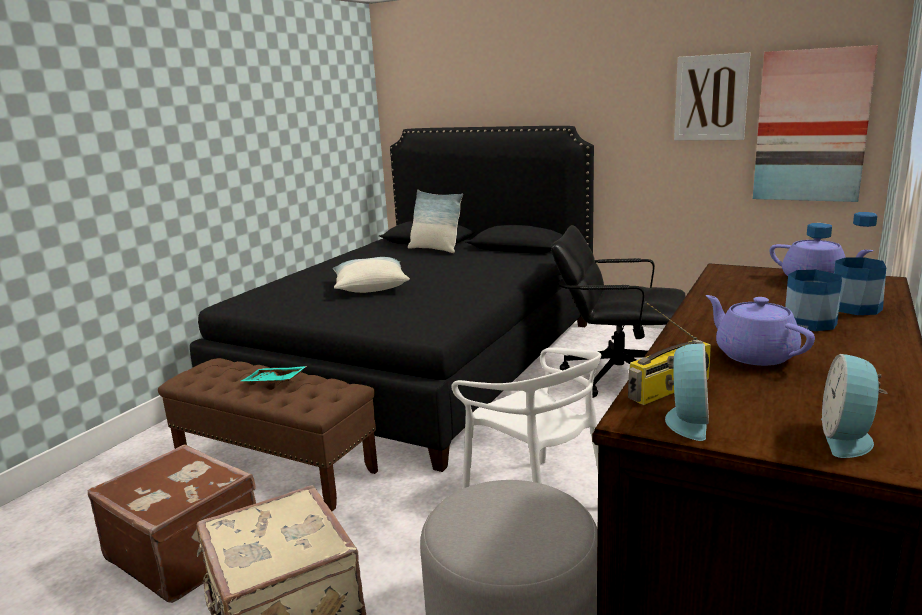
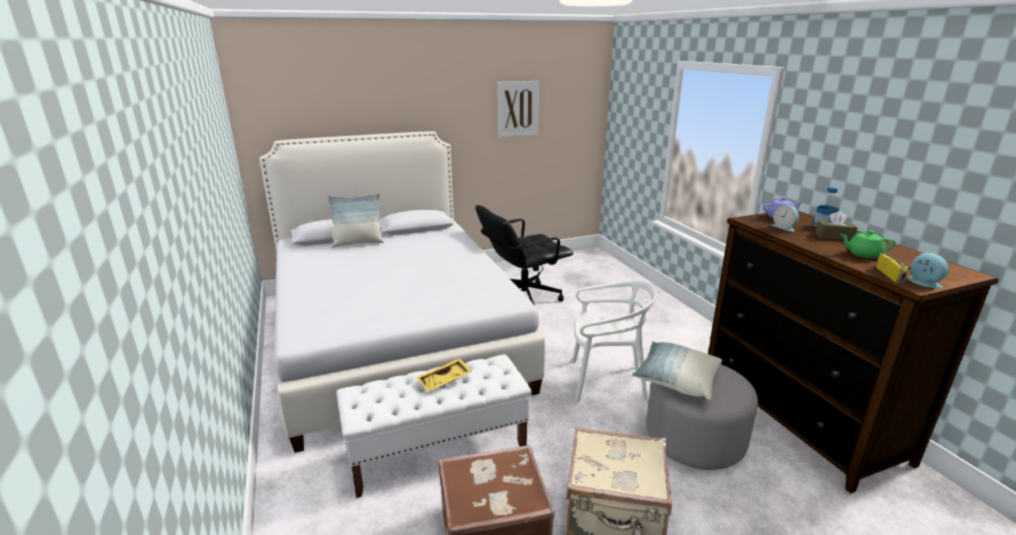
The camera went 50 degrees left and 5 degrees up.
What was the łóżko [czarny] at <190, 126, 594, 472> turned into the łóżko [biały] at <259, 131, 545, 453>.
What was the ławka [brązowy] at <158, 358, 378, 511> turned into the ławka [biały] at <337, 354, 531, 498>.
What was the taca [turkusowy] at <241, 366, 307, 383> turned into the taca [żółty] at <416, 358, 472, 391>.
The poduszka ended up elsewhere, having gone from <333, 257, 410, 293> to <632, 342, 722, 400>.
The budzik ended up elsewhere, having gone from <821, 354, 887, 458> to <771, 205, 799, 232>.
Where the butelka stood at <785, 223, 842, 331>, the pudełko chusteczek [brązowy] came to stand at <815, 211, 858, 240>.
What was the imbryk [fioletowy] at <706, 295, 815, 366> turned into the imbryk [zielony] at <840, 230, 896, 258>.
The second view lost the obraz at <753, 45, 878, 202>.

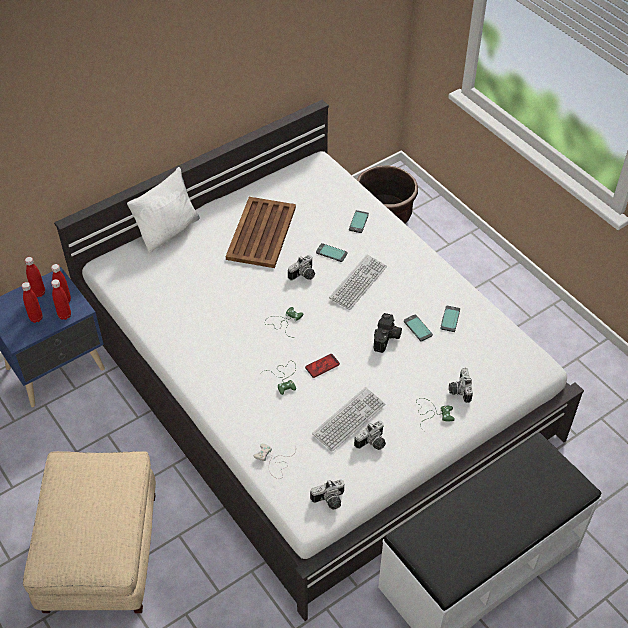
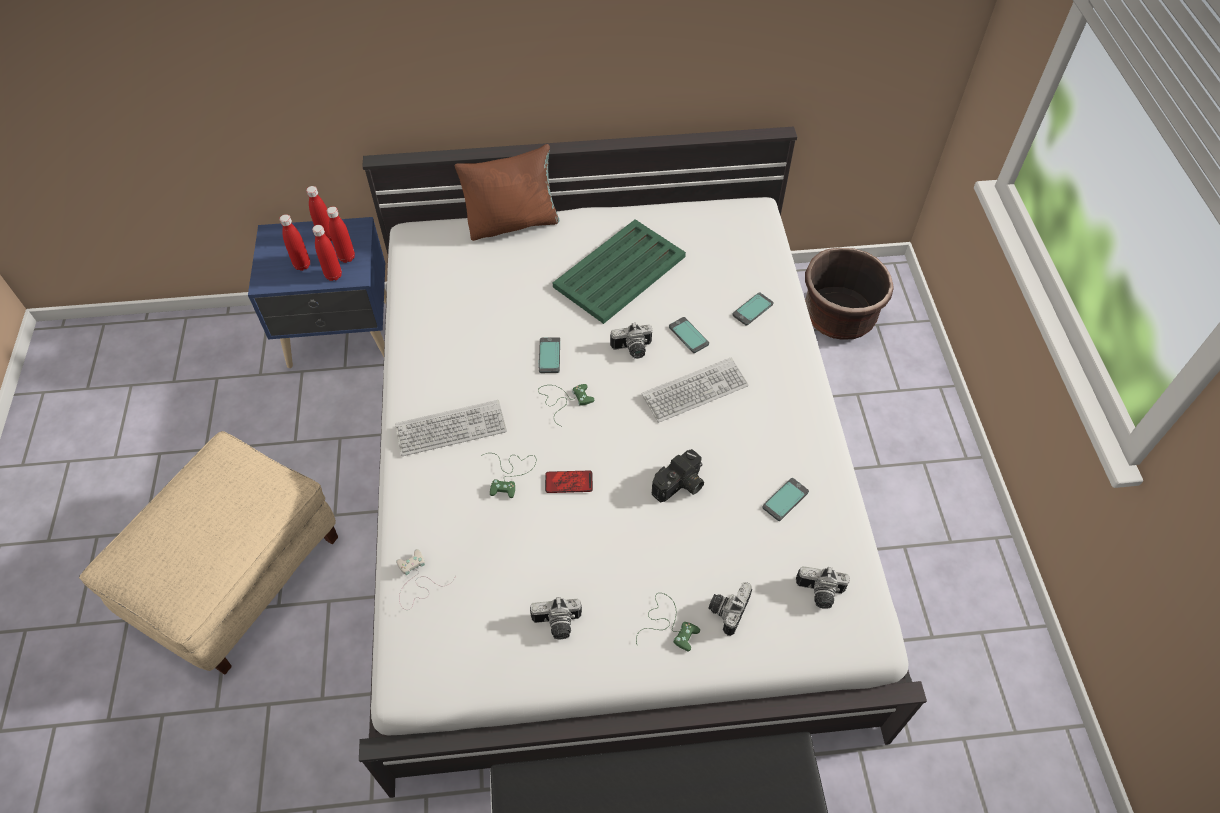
The camera went 30 degrees right and 5 degrees up.
The klawiatura ended up elsewhere, having gone from <312, 387, 385, 452> to <395, 400, 507, 456>.
What was the poduszka [biały] at <127, 167, 199, 253> turned into the poduszka [brązowy] at <455, 144, 559, 241>.
The telefon ended up elsewhere, having gone from <404, 314, 433, 341> to <538, 337, 560, 373>.
What was the taca [brązowy] at <225, 197, 296, 268> turned into the taca [zielony] at <553, 219, 686, 324>.
The aparat fotograficzny ended up elsewhere, having gone from <310, 480, 345, 509> to <796, 566, 850, 609>.

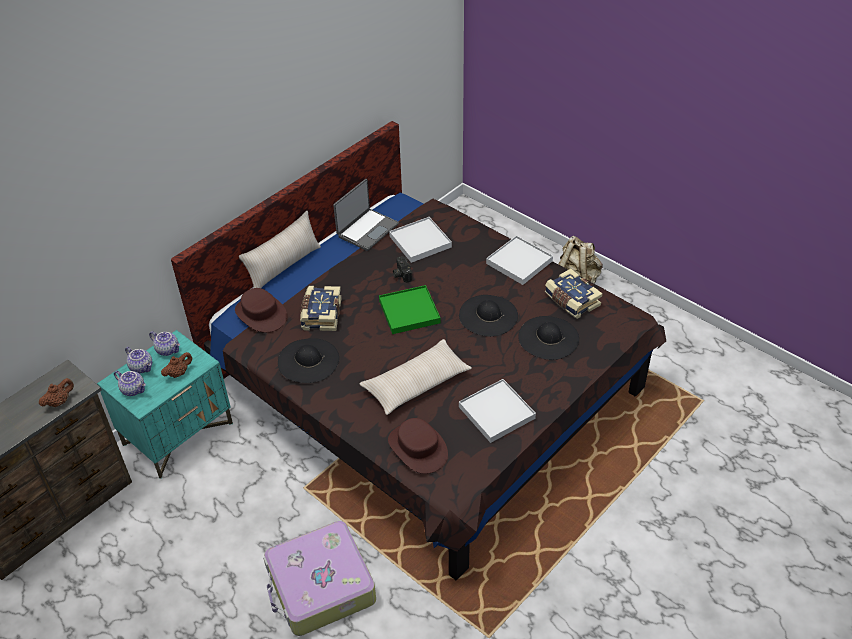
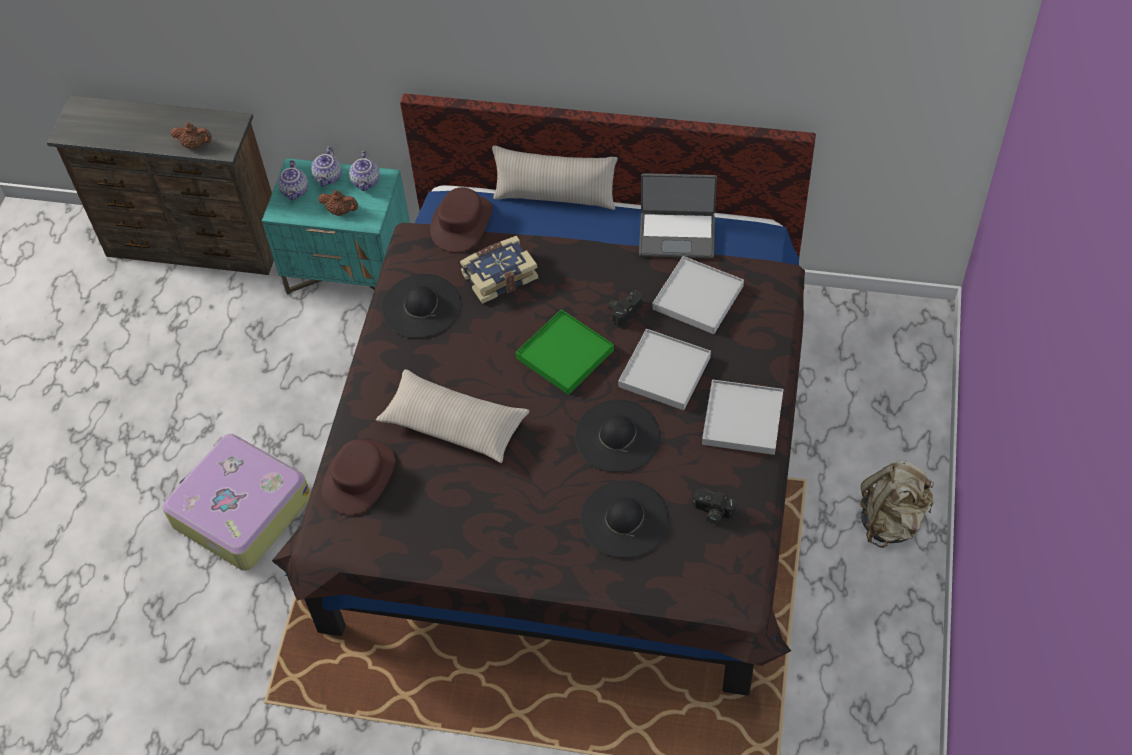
The camera went 60 degrees right and 10 degrees up.
The taca [biały] ended up elsewhere, having gone from <459, 379, 536, 443> to <618, 329, 711, 410>.
Where the książka stood at <545, 269, 603, 319>, the aparat fotograficzny came to stand at <693, 488, 737, 524>.

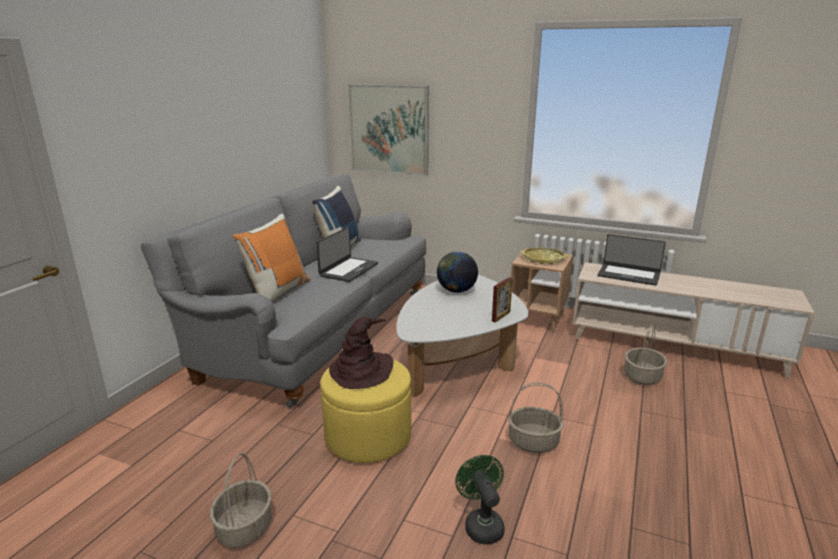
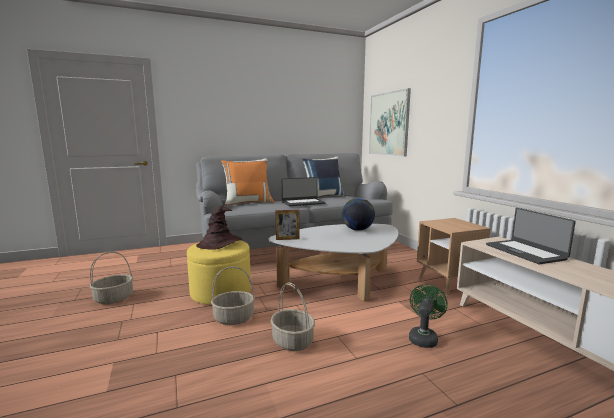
The camera went 45 degrees right and 10 degrees down.
The koszyk ended up elsewhere, having gone from <624, 324, 667, 385> to <211, 266, 255, 325>.
The ramka na zdjęcie ended up elsewhere, having gone from <492, 277, 513, 322> to <275, 210, 299, 240>.
The wentylator [zielony] ended up elsewhere, having gone from <455, 455, 505, 544> to <409, 284, 448, 348>.
The second view lost the taca [żółty] at <520, 247, 569, 265>.

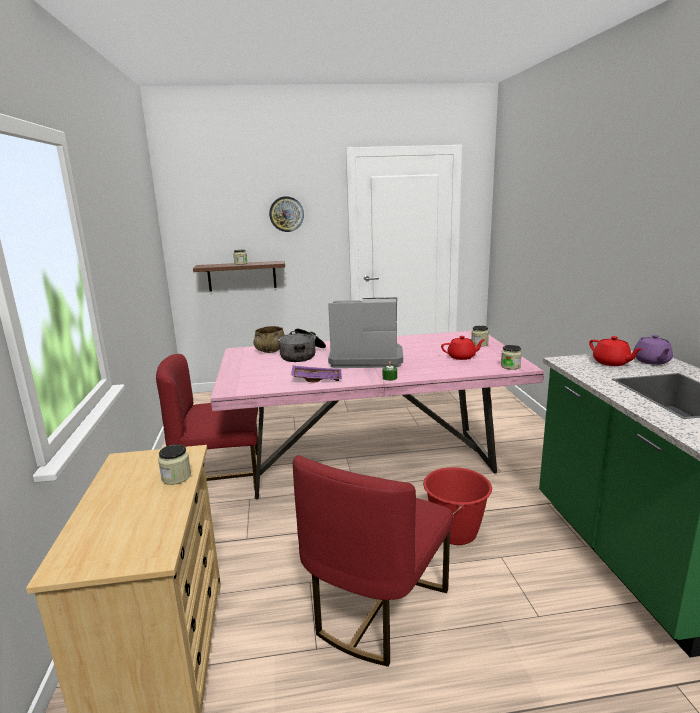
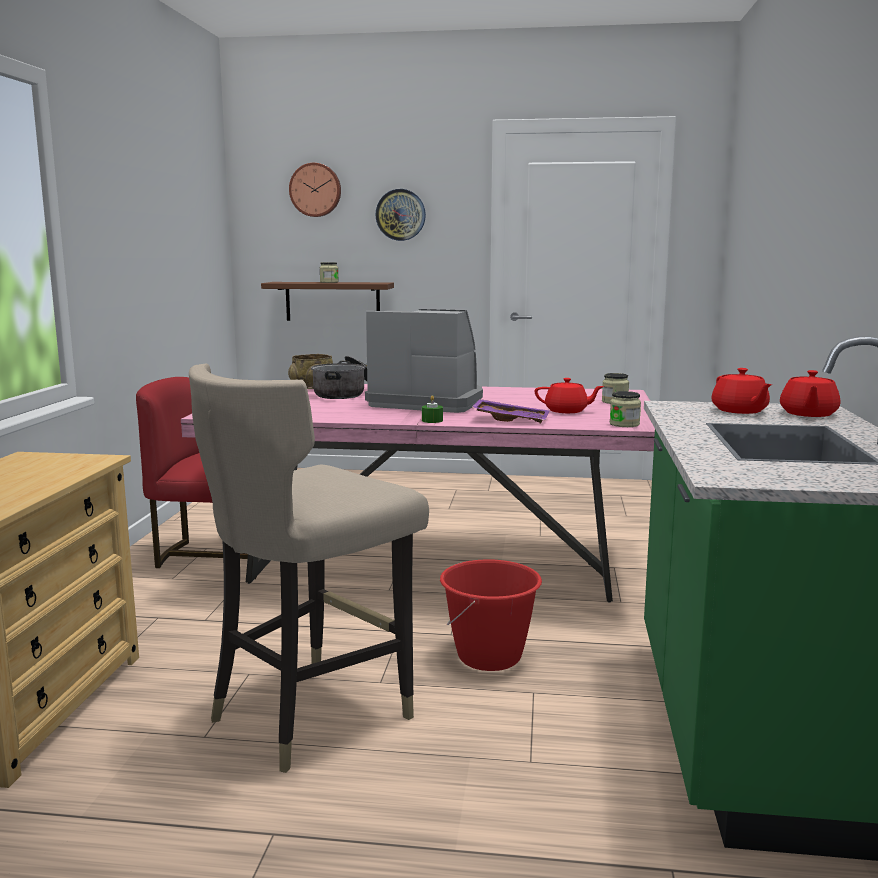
The camera went 15 degrees right and 5 degrees down.
Where the krzesło [czerwony] stood at <293, 455, 453, 667>, the stołek [beżowy] came to stand at <189, 363, 429, 773>.
The second view gained the zegar ścienny at <289, 163, 341, 217>.
The taca [fioletowy] ended up elsewhere, having gone from <291, 366, 342, 382> to <472, 399, 549, 424>.
What was the imbryk [fioletowy] at <633, 335, 673, 365> turned into the imbryk [czerwony] at <780, 370, 841, 417>.
The second view lost the słoik at <158, 444, 191, 485>.

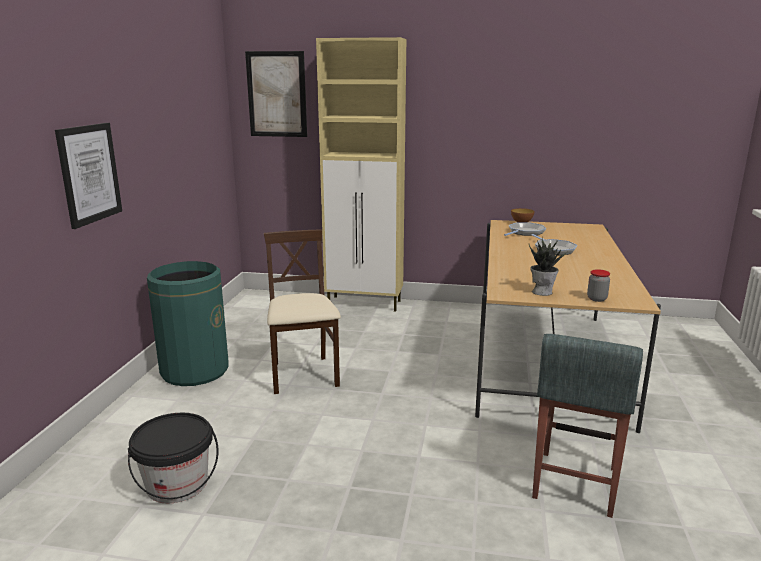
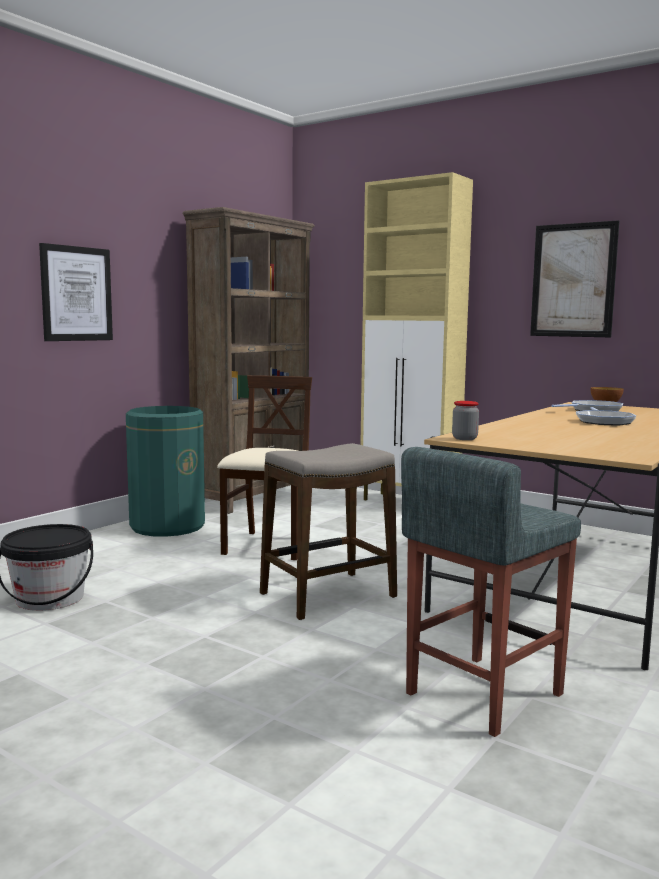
The camera went 25 degrees right and 10 degrees down.
The second view gained the regał [brązowy] at <183, 207, 315, 514>.
The second view gained the stołek at <260, 443, 397, 620>.
The słoik ended up elsewhere, having gone from <587, 269, 610, 302> to <452, 401, 479, 440>.
The obraz ended up elsewhere, having gone from <245, 51, 307, 137> to <530, 220, 619, 337>.
The second view lost the roślina doniczkowa at <529, 238, 566, 296>.

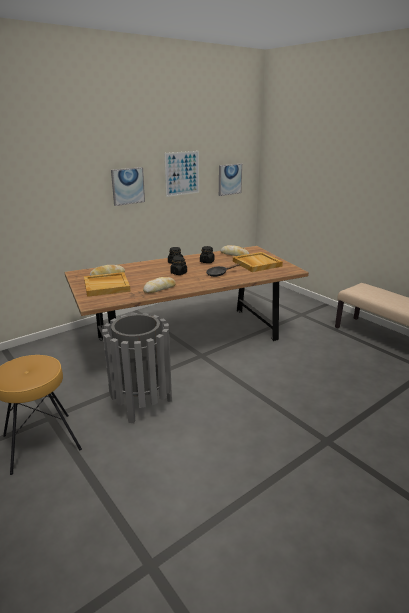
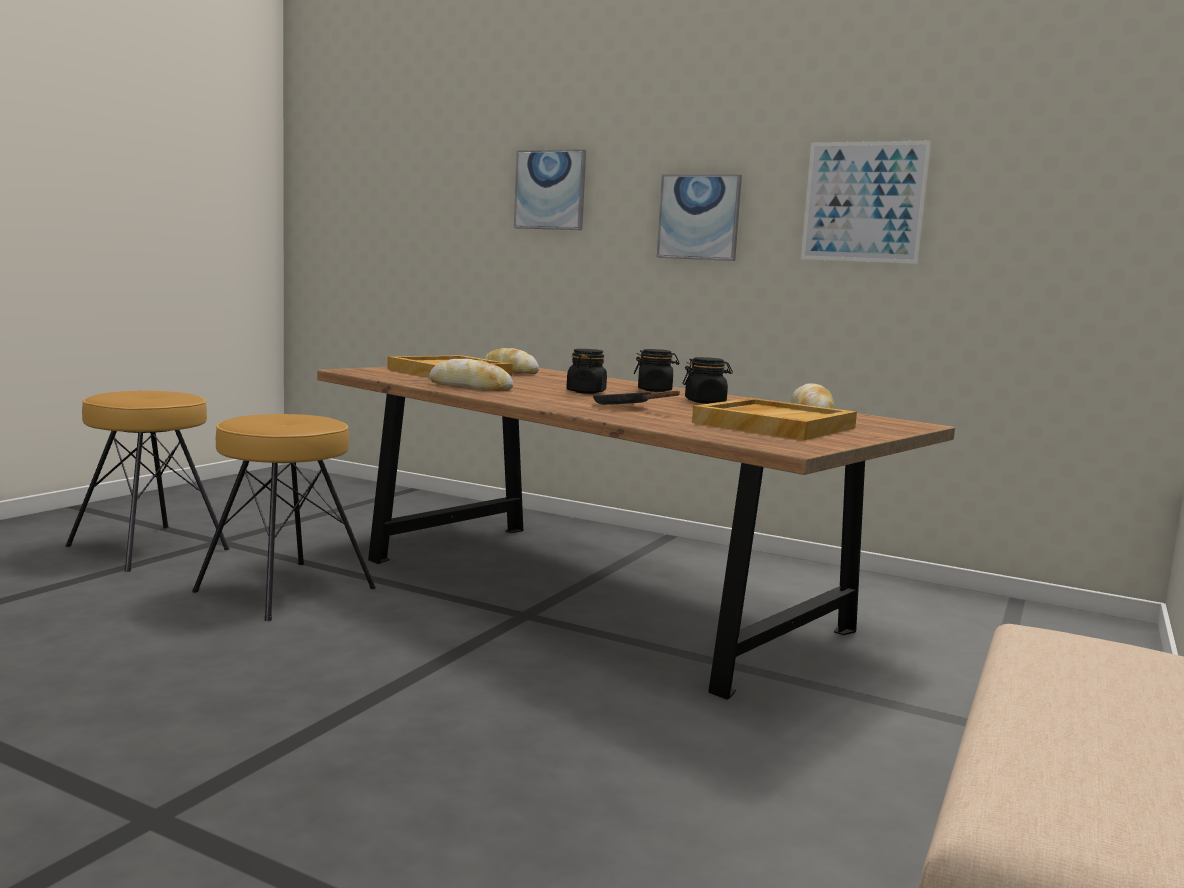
The camera went 65 degrees right and 15 degrees down.
Where the kosz na śmieci [szary] stood at <102, 313, 172, 423>, the stołek [brązowy] came to stand at <192, 414, 376, 621>.
The obraz ended up elsewhere, having gone from <219, 164, 242, 196> to <514, 149, 586, 230>.

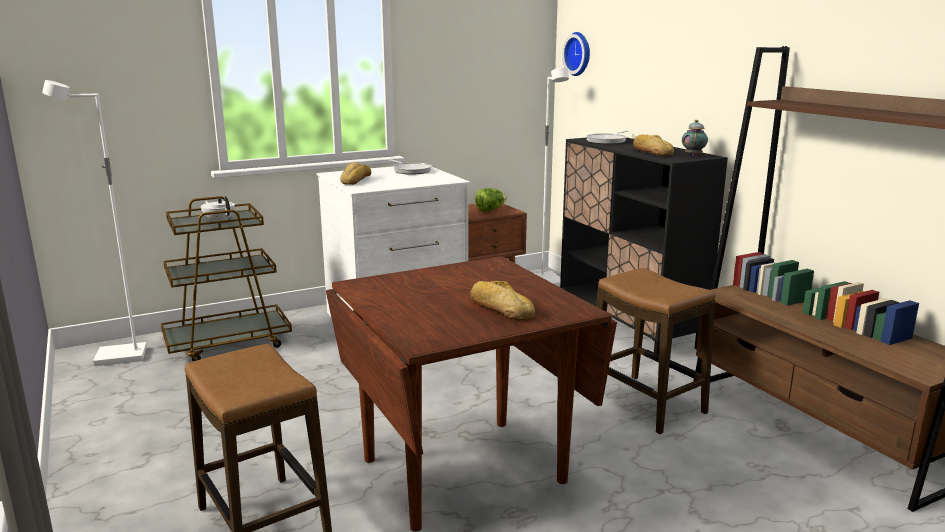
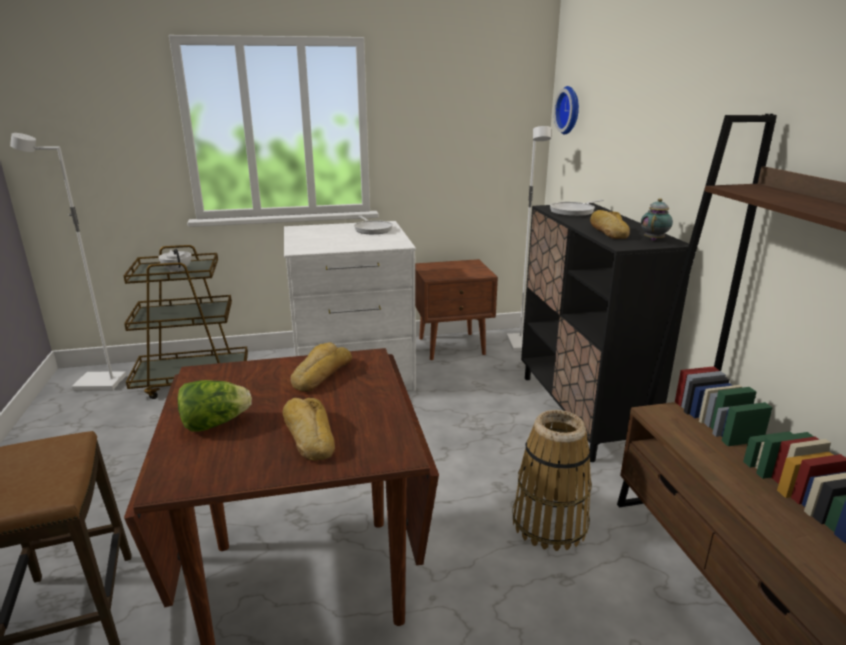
The camera went 15 degrees right and 5 degrees up.
The sałata ended up elsewhere, having gone from <475, 188, 507, 212> to <178, 380, 252, 431>.
The chleb ended up elsewhere, having gone from <340, 163, 371, 185> to <290, 342, 352, 392>.
Where the stołek stood at <596, 268, 715, 434>, the koszyk came to stand at <513, 410, 592, 551>.

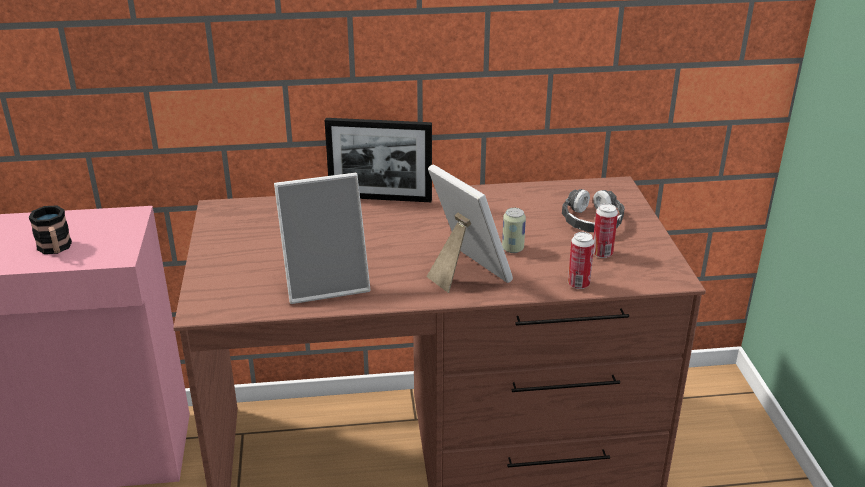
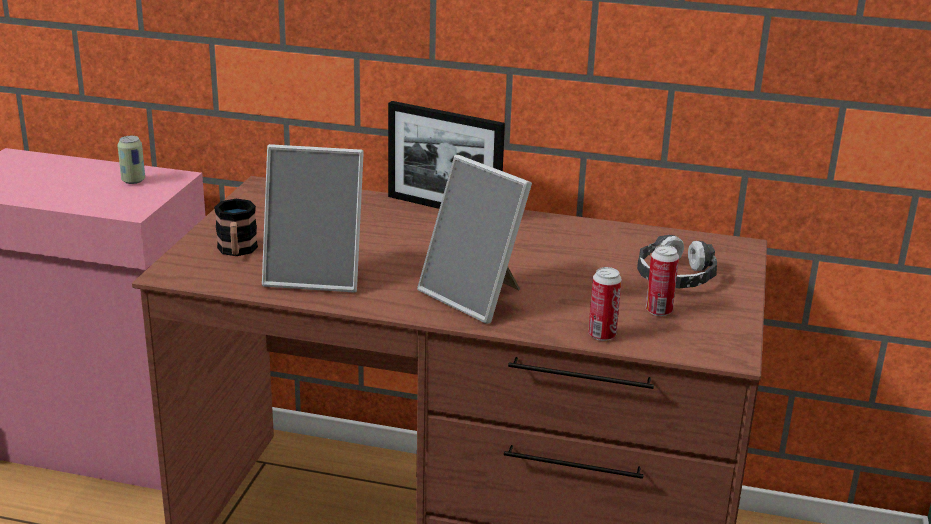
The camera went 20 degrees right and 5 degrees down.
The puszka ended up elsewhere, having gone from <502, 208, 526, 253> to <117, 136, 145, 184>.
The kubek ended up elsewhere, having gone from <29, 206, 72, 254> to <214, 199, 258, 256>.
The ramka na zdjęcie at <426, 164, 513, 293> ended up facing another way, 150 degrees clockwise from before.

